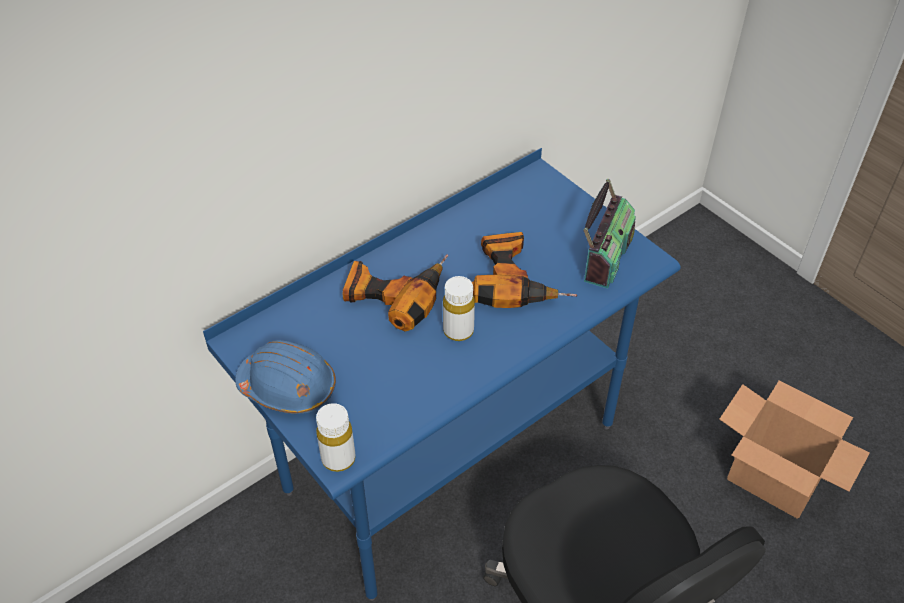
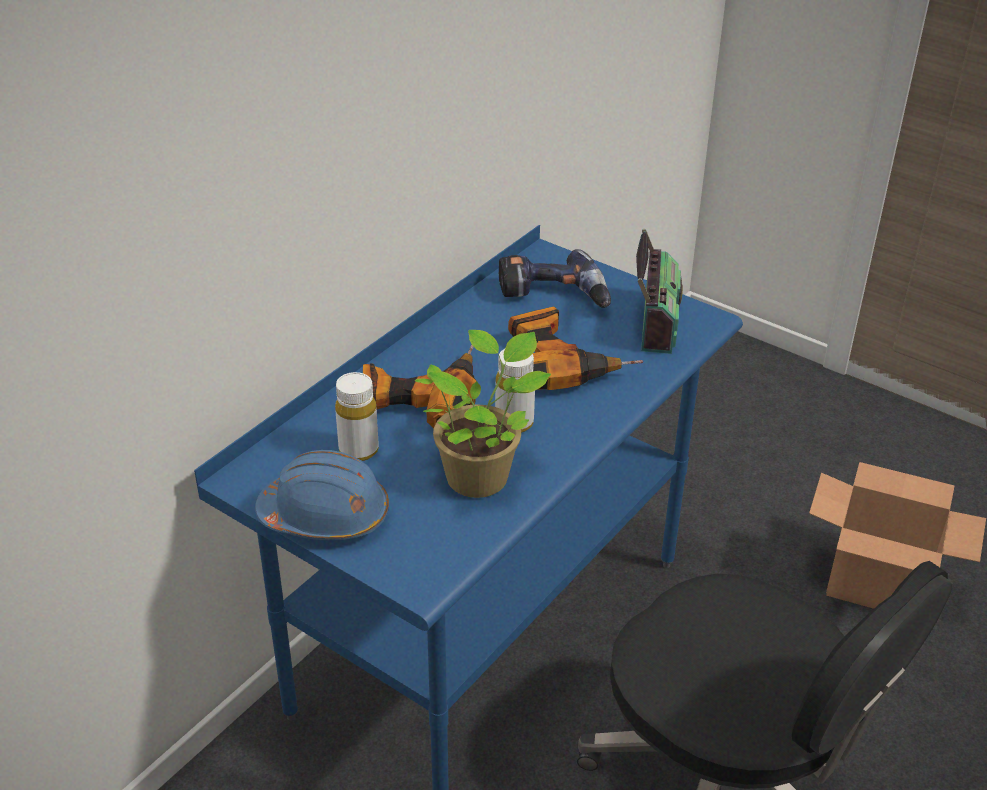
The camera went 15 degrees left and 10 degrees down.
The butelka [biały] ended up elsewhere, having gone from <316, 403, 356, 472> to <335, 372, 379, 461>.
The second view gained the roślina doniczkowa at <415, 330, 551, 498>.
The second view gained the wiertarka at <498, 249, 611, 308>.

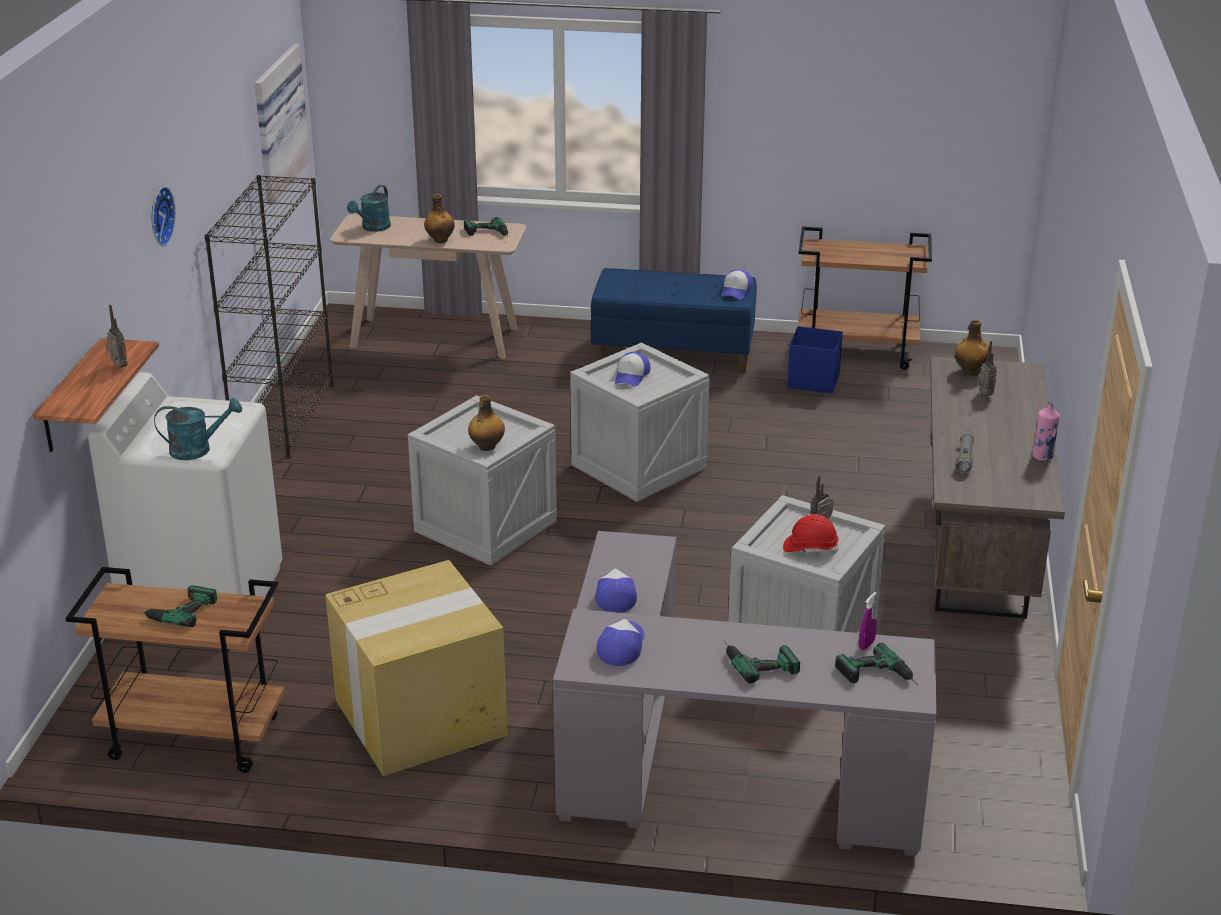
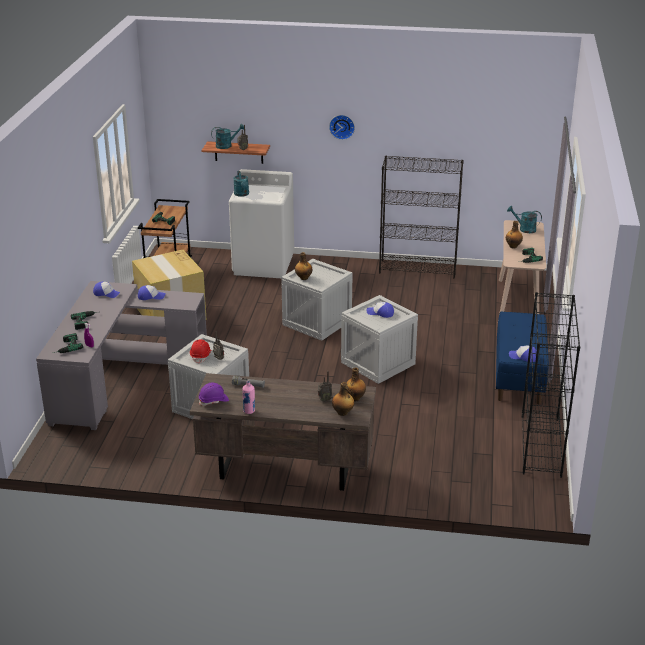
The camera went 90 degrees right and 0 degrees up.
The second view gained the kask [fioletowy] at <199, 383, 229, 406>.
The second view gained the konewka [turkusowy] at <211, 124, 244, 149>.
The second view gained the butelka at <332, 382, 354, 416>.
Where the wózek [brązowy] stood at <798, 226, 932, 370>, the regał [czarny] came to stand at <522, 292, 580, 478>.
The second view lost the obraz at <255, 44, 310, 205>.
The second view lost the pojemnik do przechowywania [niebieski] at <787, 326, 843, 393>.

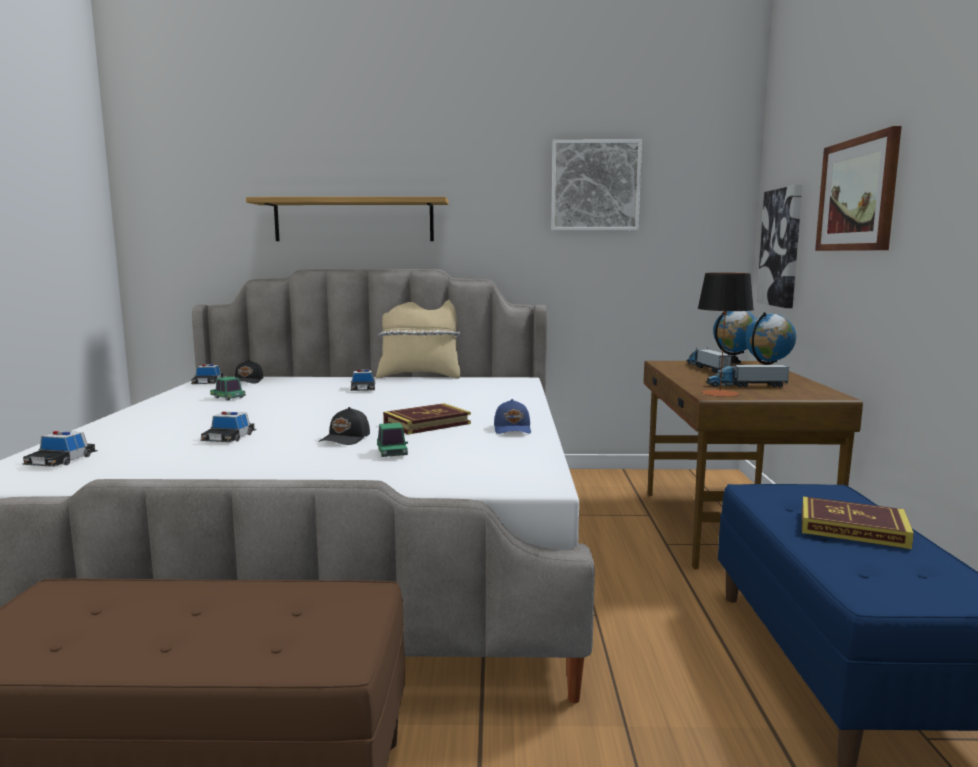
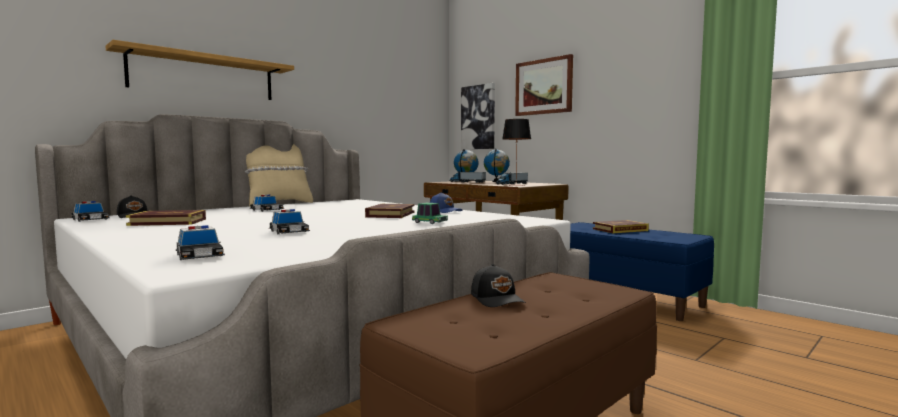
The camera went 45 degrees left and 5 degrees down.
Where the samochodzik stood at <210, 376, 246, 401>, the książka came to stand at <126, 210, 206, 226>.
The czapka z daszkiem [czarny] ended up elsewhere, having gone from <319, 407, 370, 445> to <471, 264, 526, 307>.
The second view lost the obraz at <551, 139, 642, 231>.

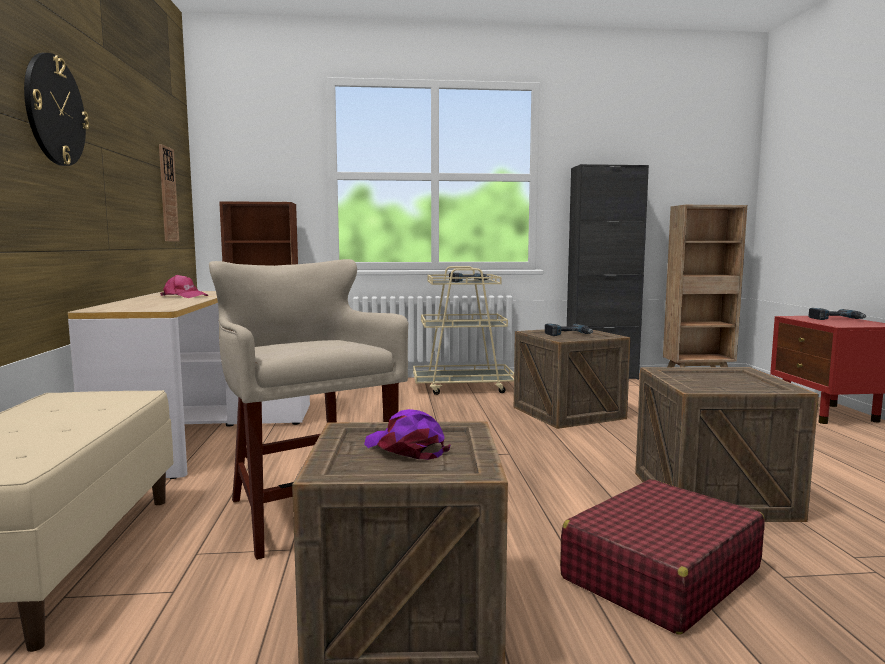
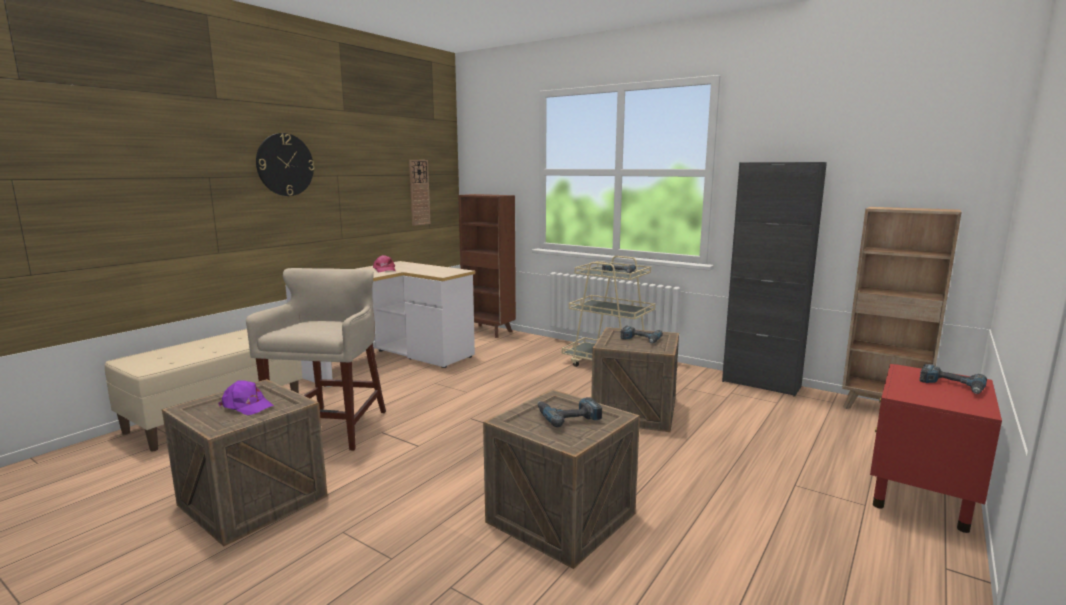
The camera went 40 degrees right and 5 degrees up.
The czapka z daszkiem [fioletowy] at <364, 409, 451, 460> ended up facing another way, 120 degrees clockwise from before.
The second view gained the wiertarka at <538, 397, 602, 427>.
The second view lost the walizka [czerwony] at <560, 479, 765, 635>.

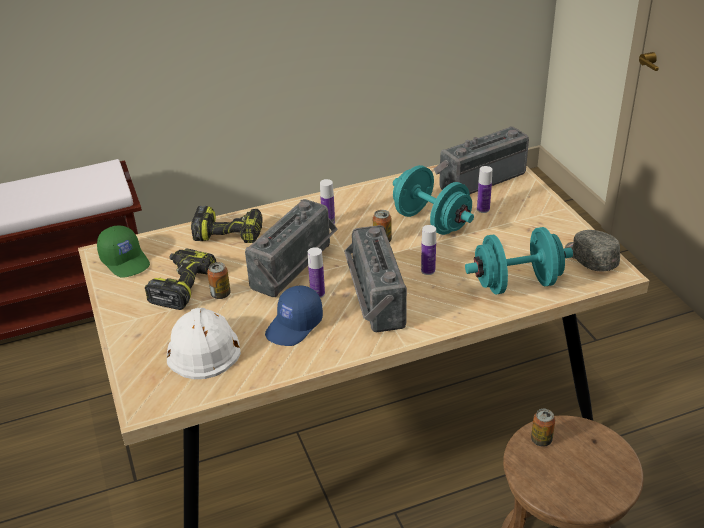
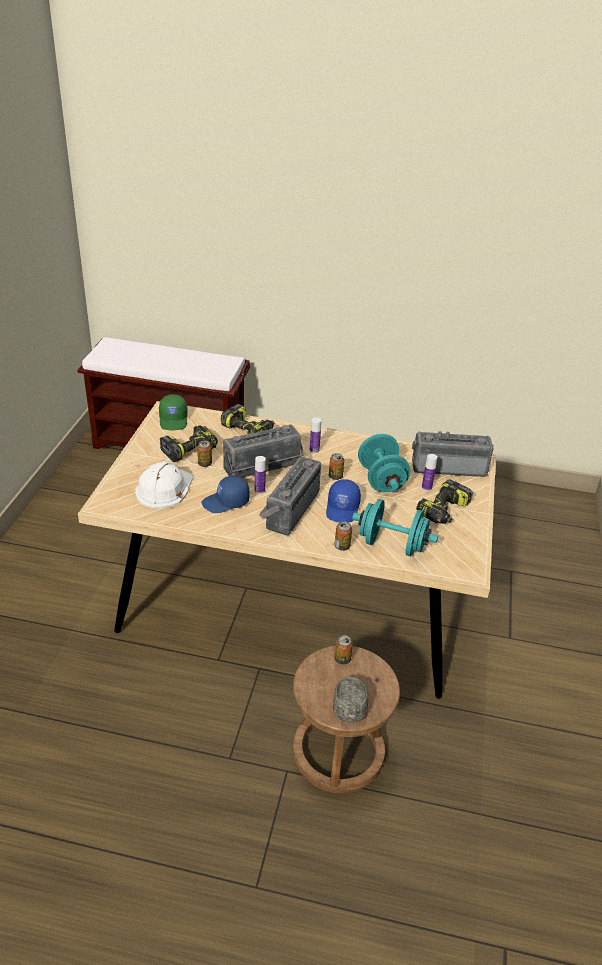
The camera went 30 degrees right and 0 degrees up.
Where the butelka stood at <421, 225, 436, 275>, the czapka z daszkiem [niebieski] came to stand at <326, 479, 361, 523>.
The czapka z daszkiem [szary] ended up elsewhere, having gone from <565, 230, 620, 271> to <333, 677, 368, 723>.
The second view gained the puszka at <334, 521, 352, 551>.
The second view gained the wiertarka at <416, 480, 473, 524>.

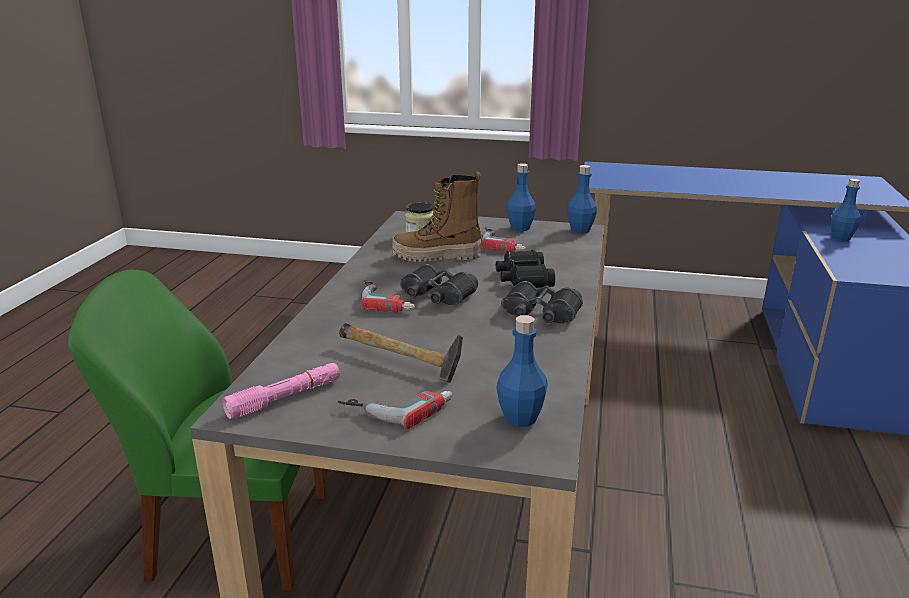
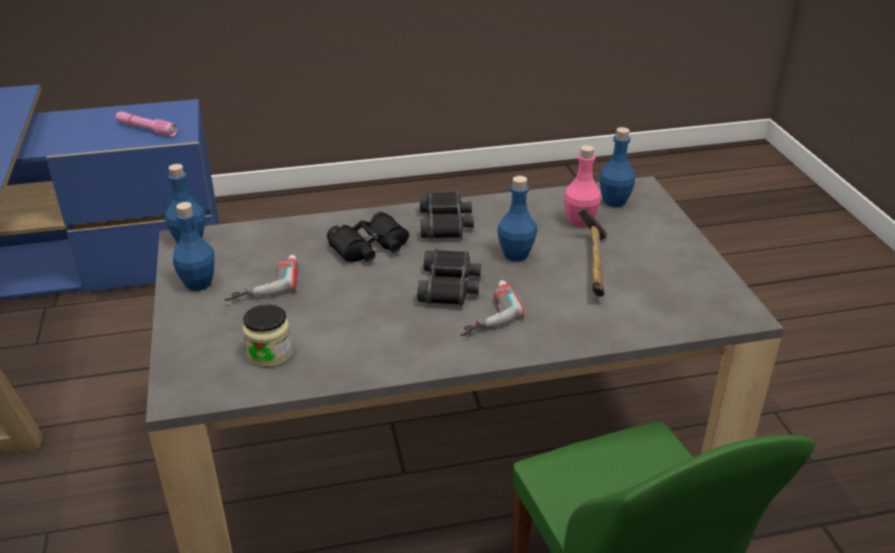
The camera went 115 degrees left and 10 degrees up.
The latarka [różowy] ended up elsewhere, having gone from <222, 363, 340, 419> to <116, 111, 177, 137>.
The butelka [niebieski] ended up elsewhere, having gone from <831, 179, 861, 241> to <497, 176, 538, 262>.
The second view gained the butelka [różowy] at <564, 145, 601, 227>.
The second view lost the wiertarka at <338, 391, 452, 429>.
The second view lost the but z cholewką at <392, 172, 481, 262>.

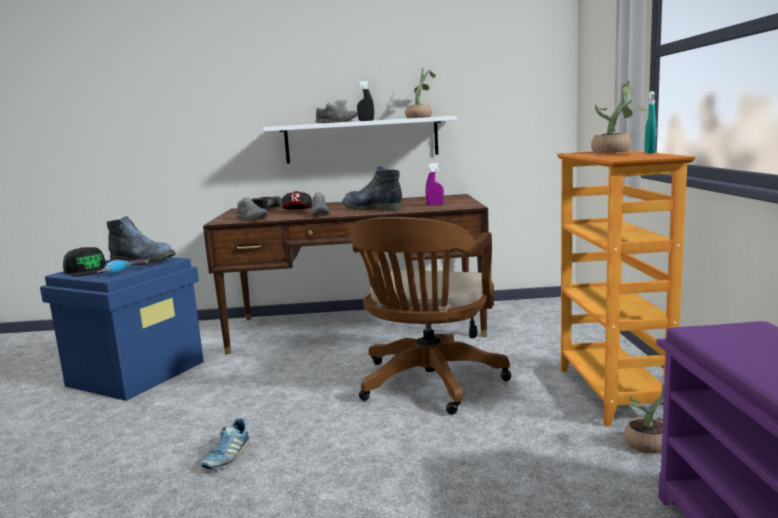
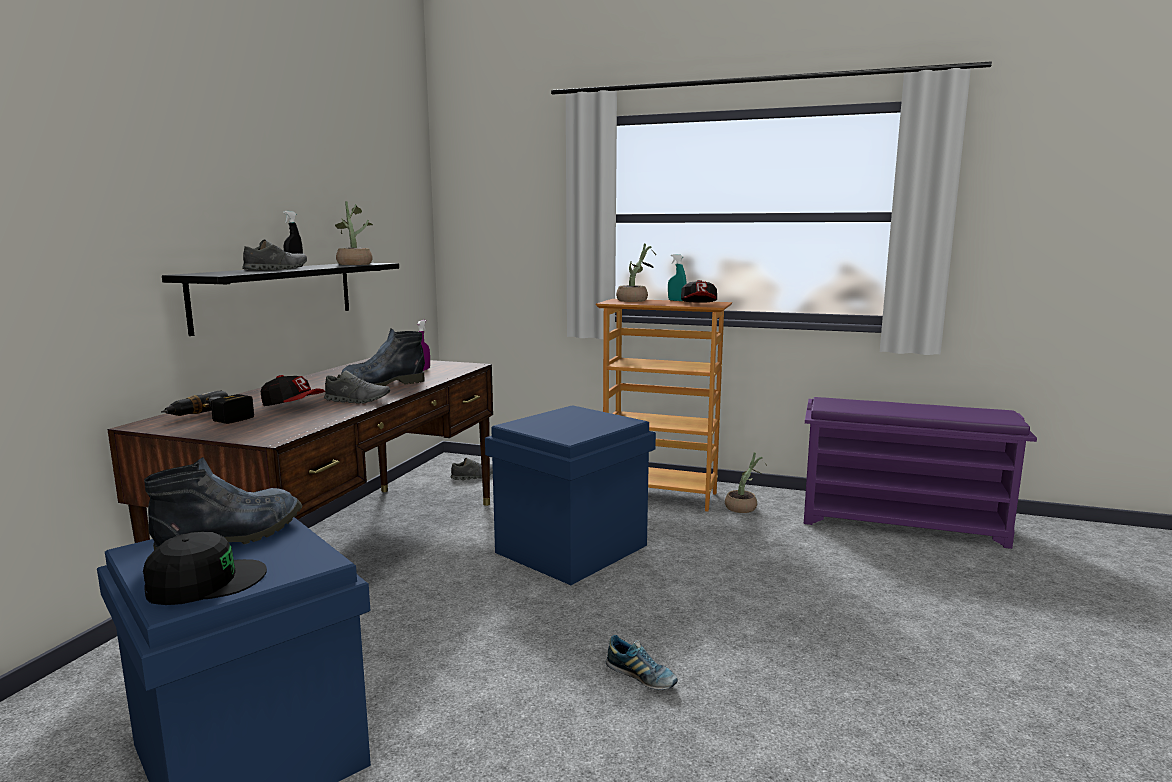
The camera went 70 degrees left and 0 degrees up.
What was the półka [biały] at <263, 116, 456, 164> turned into the półka [czarny] at <162, 263, 399, 336>.
The but [szary] ended up elsewhere, having gone from <237, 197, 268, 220> to <451, 458, 493, 480>.
Where the krzesło biurowe [brązowy] stood at <350, 217, 511, 415>, the pojemnik do przechowywania [niebieski] came to stand at <485, 405, 656, 585>.
The second view gained the czapka z daszkiem at <681, 280, 717, 303>.
The second view lost the wiertarka at <97, 259, 149, 274>.

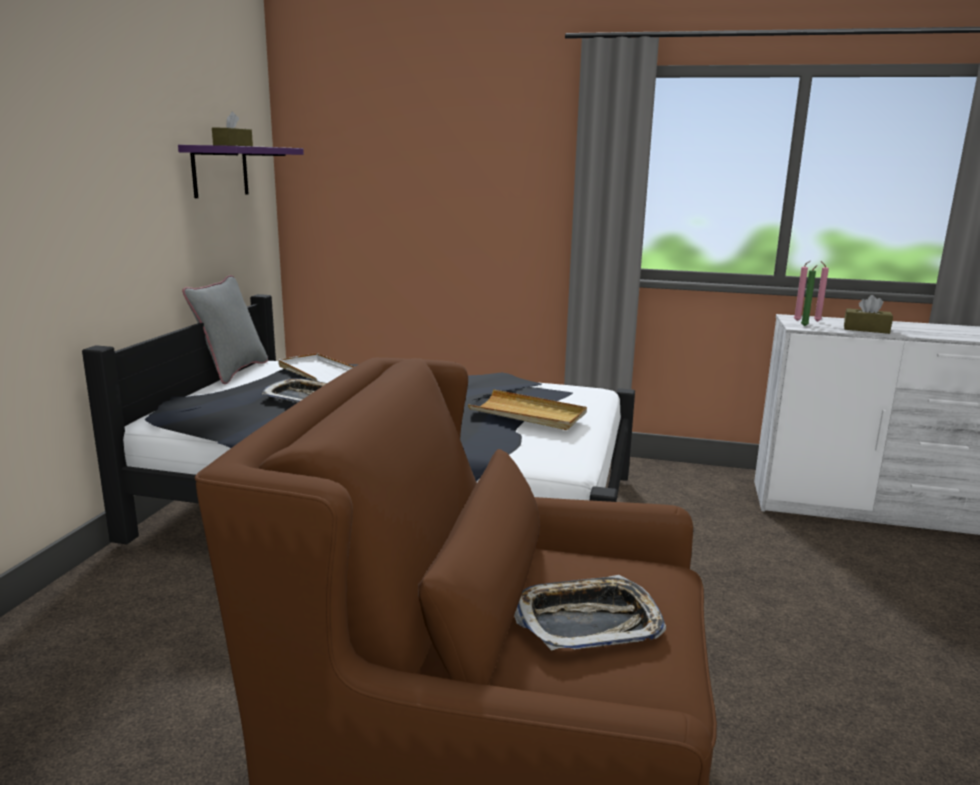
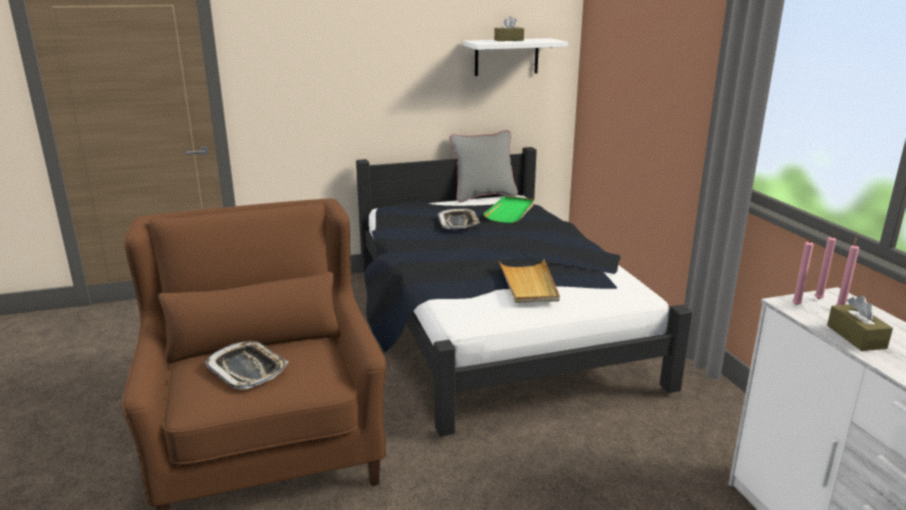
The camera went 60 degrees right and 5 degrees up.
What was the półka [fioletowy] at <178, 145, 304, 198> turned into the półka [biały] at <463, 38, 568, 76>.
What was the taca [biały] at <278, 353, 354, 383> turned into the taca [zielony] at <483, 196, 535, 223>.
What was the świeca [zielony] at <801, 265, 817, 326> turned into the świeca [różowy] at <792, 238, 814, 305>.

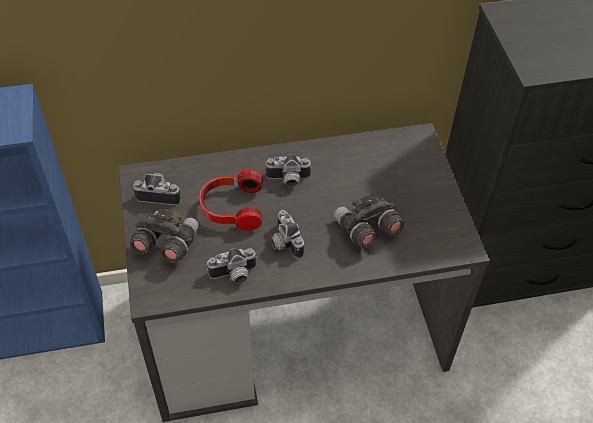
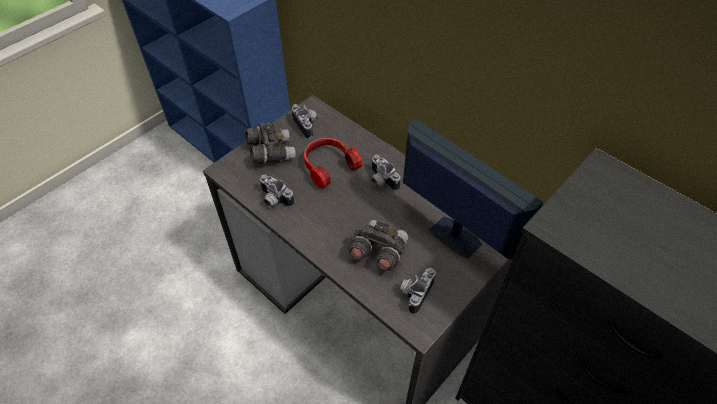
The camera went 55 degrees right and 0 degrees up.
The aparat fotograficzny ended up elsewhere, having gone from <270, 210, 304, 259> to <400, 268, 436, 314>.
The second view gained the monitor at <403, 119, 543, 259>.

